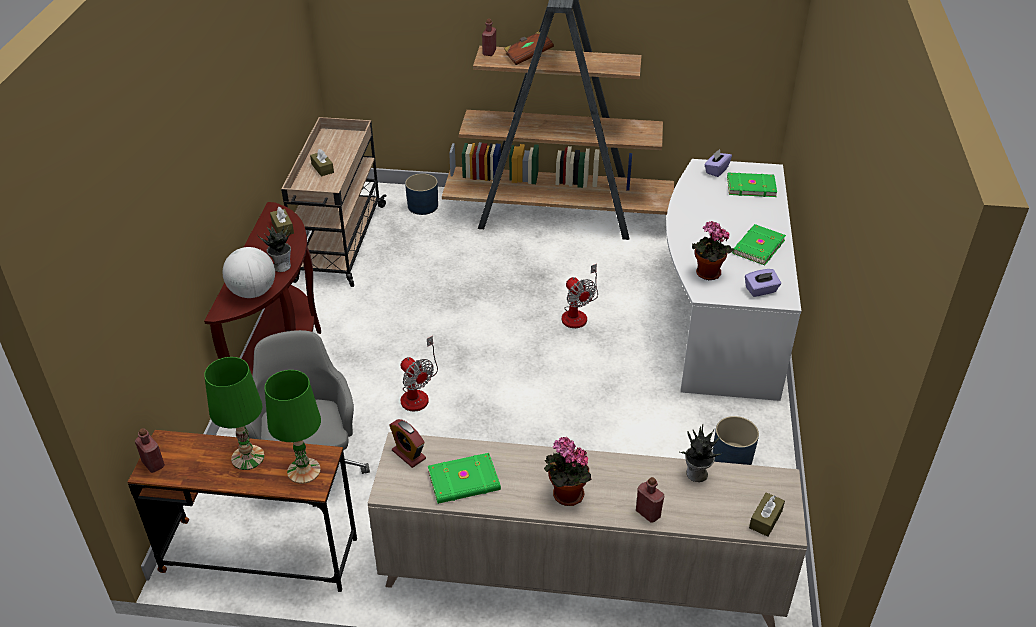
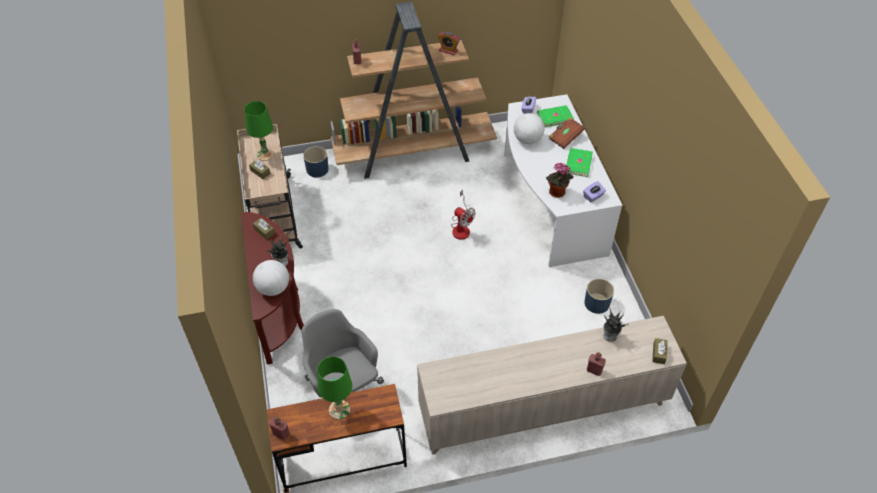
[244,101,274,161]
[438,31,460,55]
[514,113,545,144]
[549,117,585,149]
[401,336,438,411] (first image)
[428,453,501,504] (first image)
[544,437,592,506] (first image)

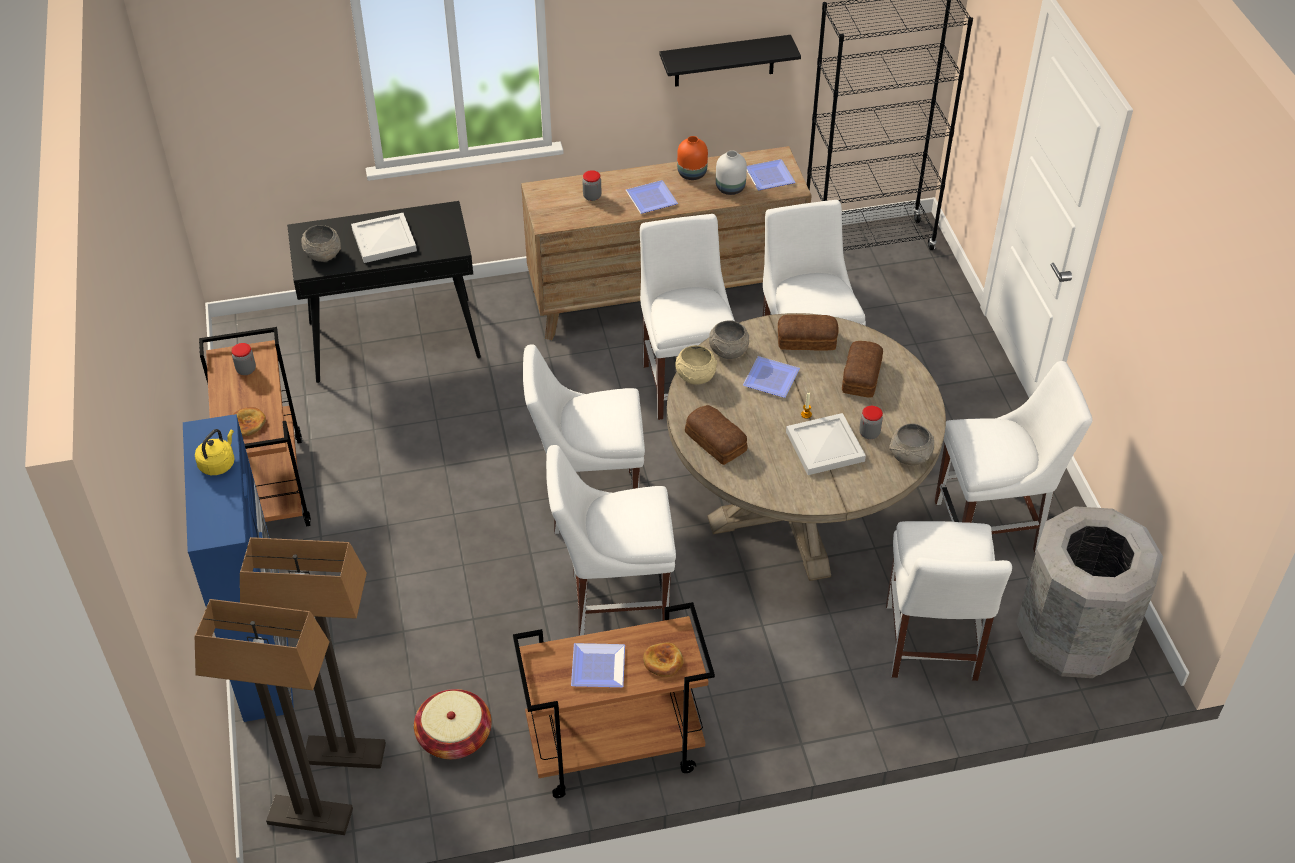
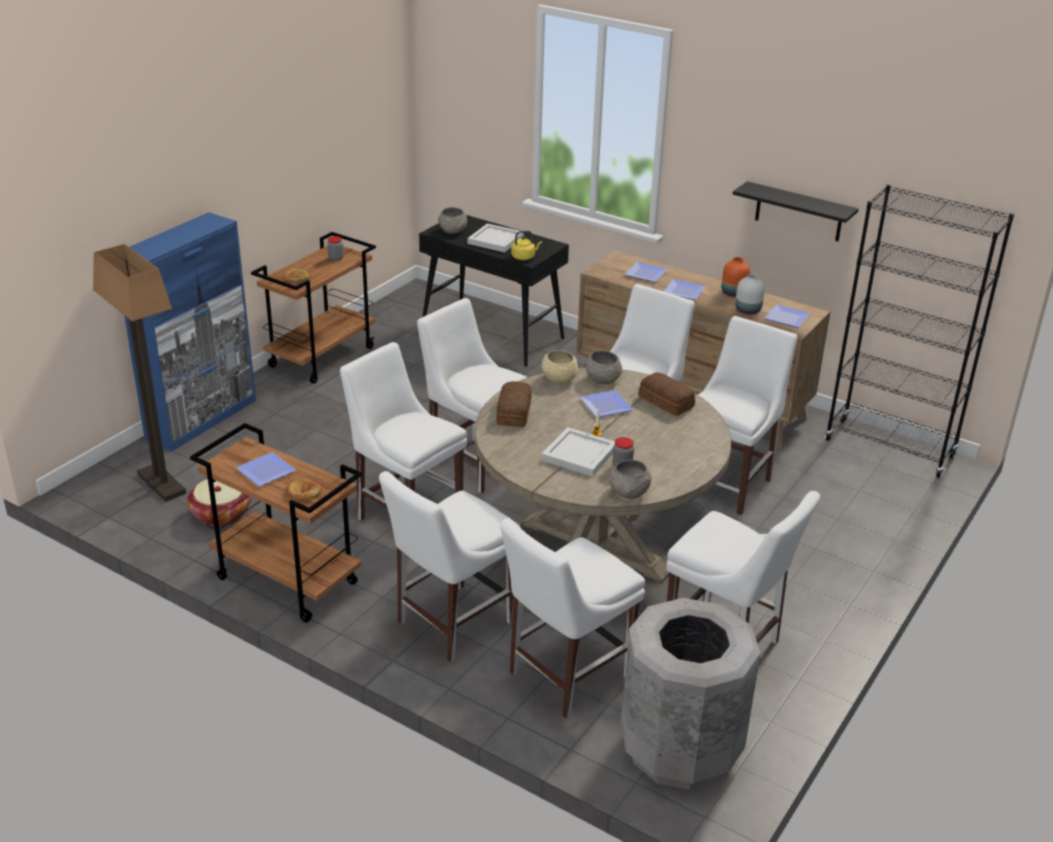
[379,471,521,662]
[511,230,542,260]
[624,262,668,282]
[195,599,353,835] (first image)
[842,341,883,397] (first image)

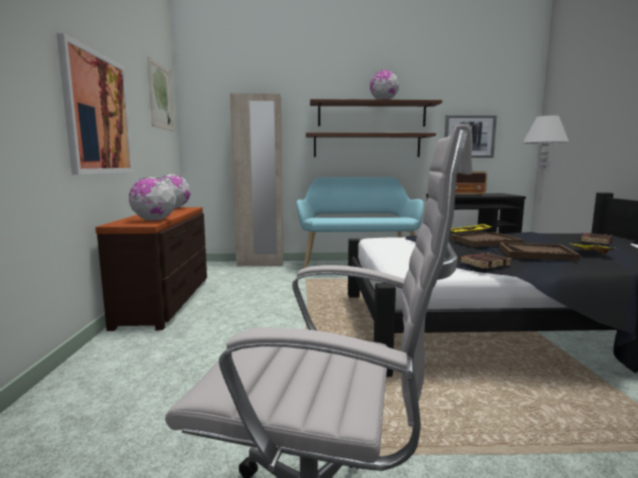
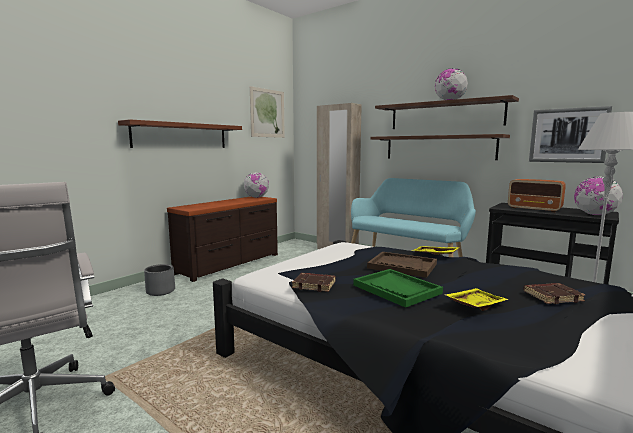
[118,119,242,148]
[144,264,175,296]
[353,269,443,308]
[574,176,623,215]

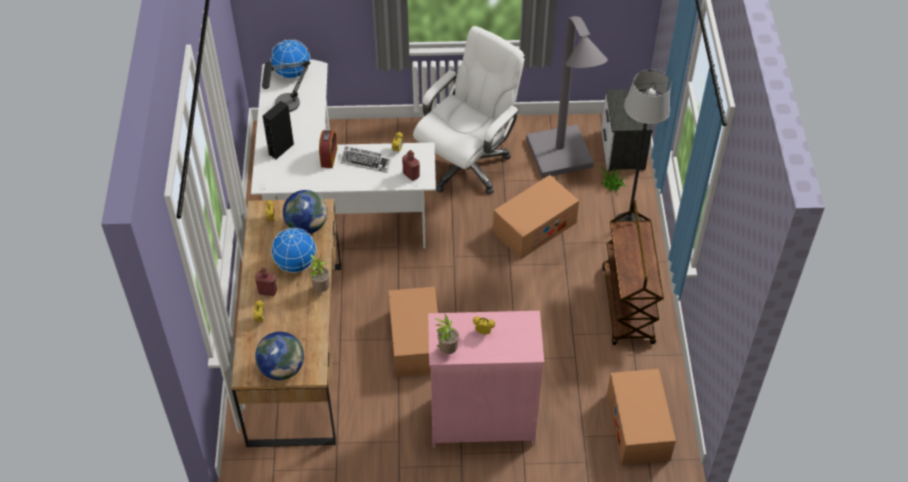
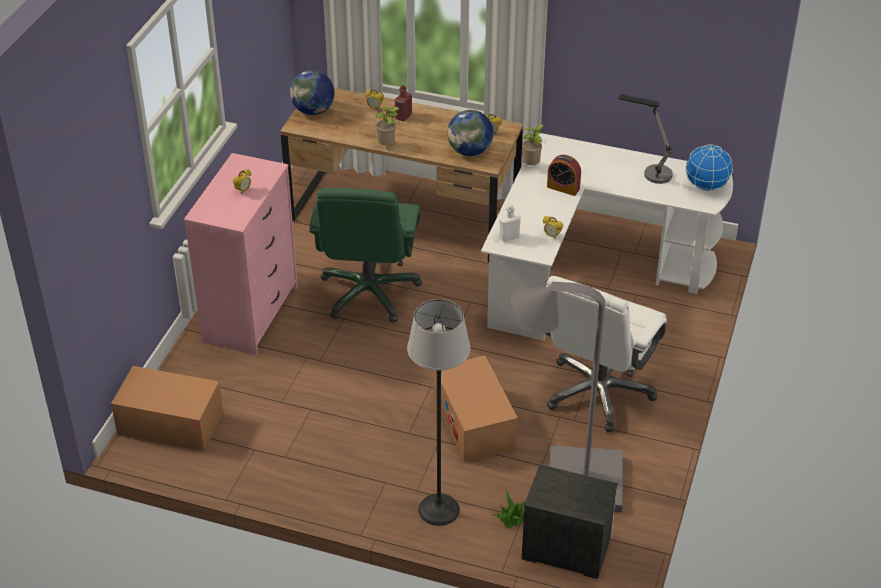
[309,188,422,323]
[499,204,521,242]
[522,124,545,165]
[545,276,667,432]
[262,101,294,159] (first image)
[271,228,317,273] (first image)
[341,146,392,173] (first image)
[602,200,664,345] (first image)

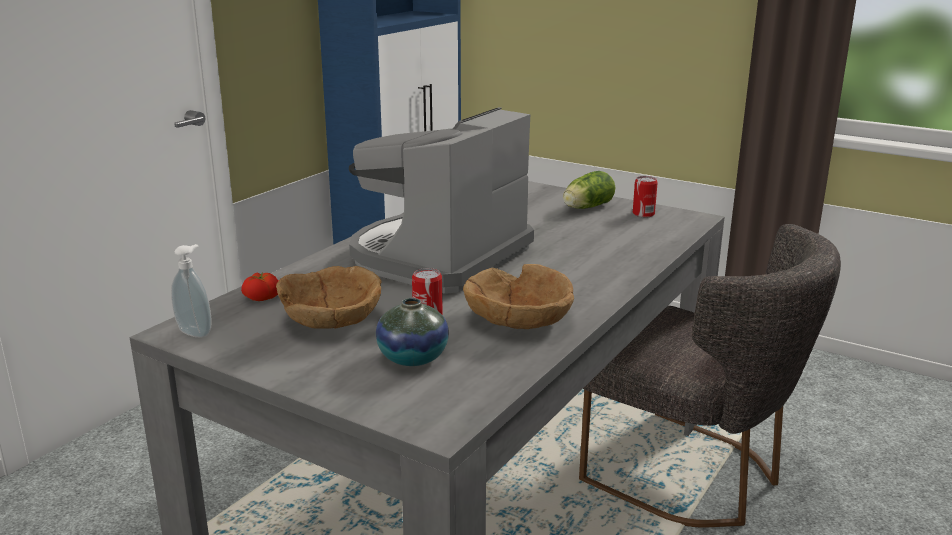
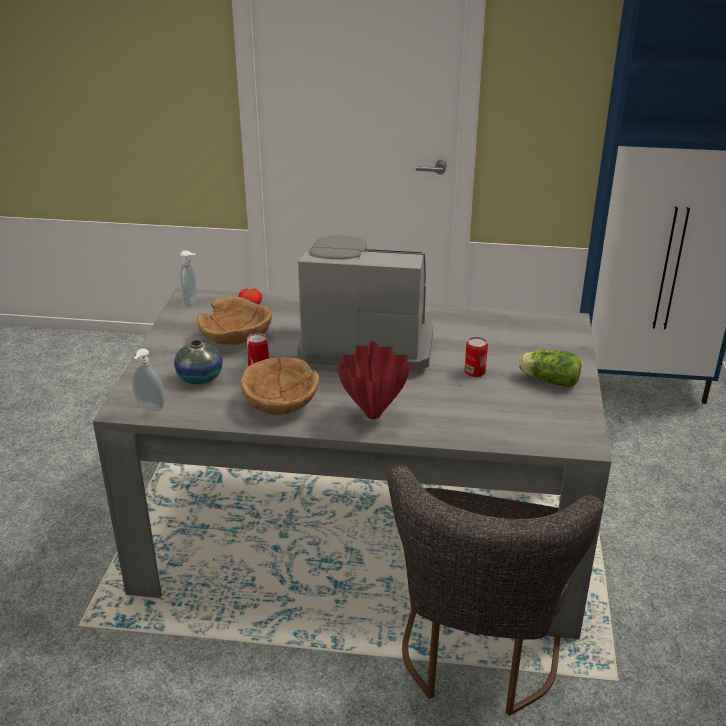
[132,348,165,412]
[337,341,411,419]
[465,337,488,377]

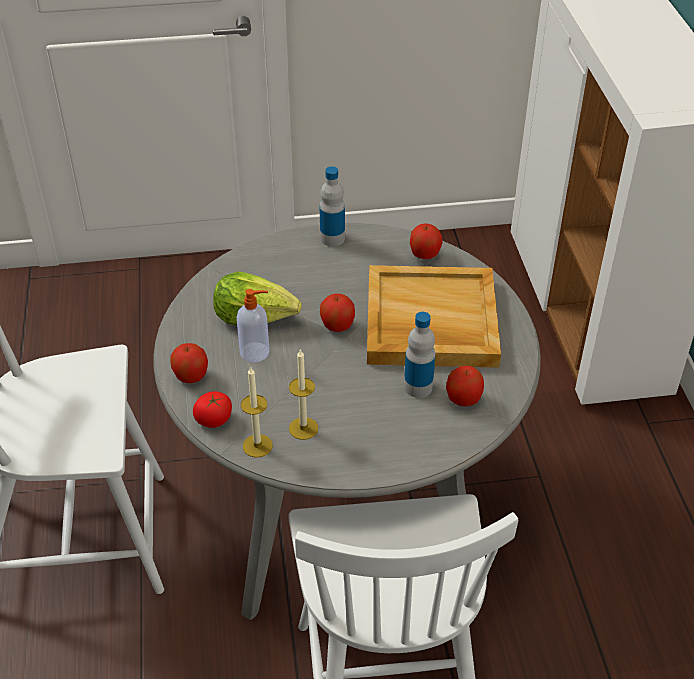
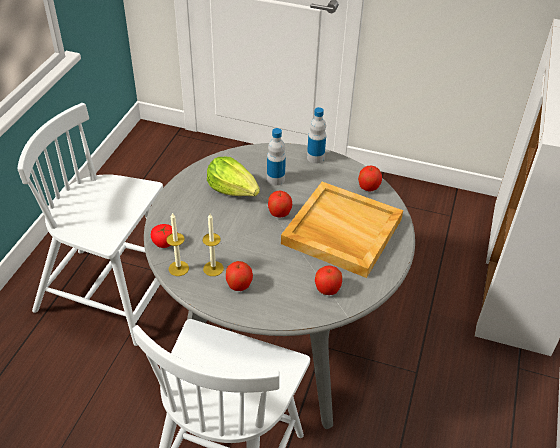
[226,261,253,291]
[267,128,286,185]
[237,289,269,362] (first image)

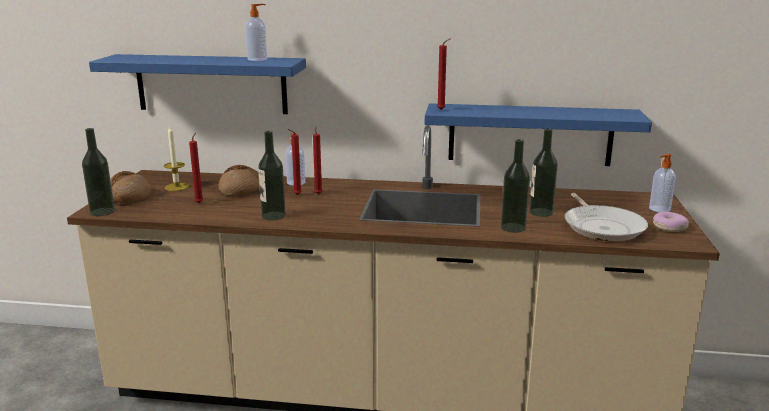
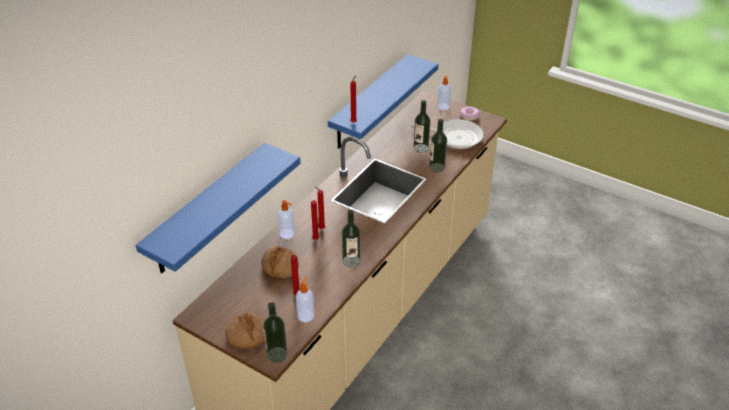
[296,276,314,322]
[164,126,189,191] (first image)

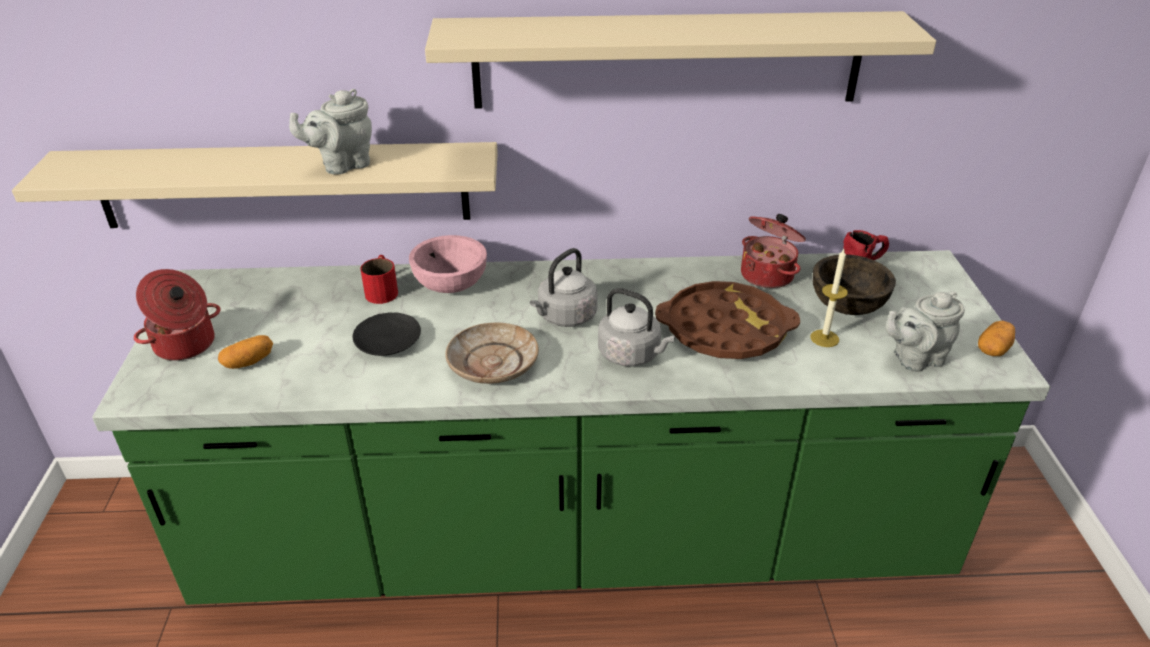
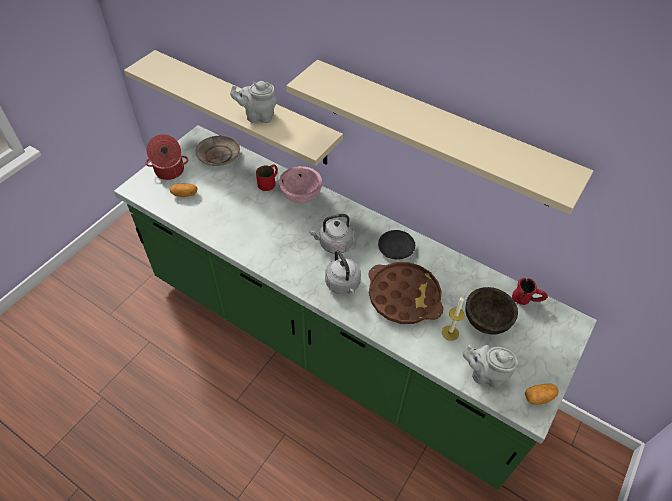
[196,136,240,166]
[378,230,415,260]
[741,214,806,288] (first image)

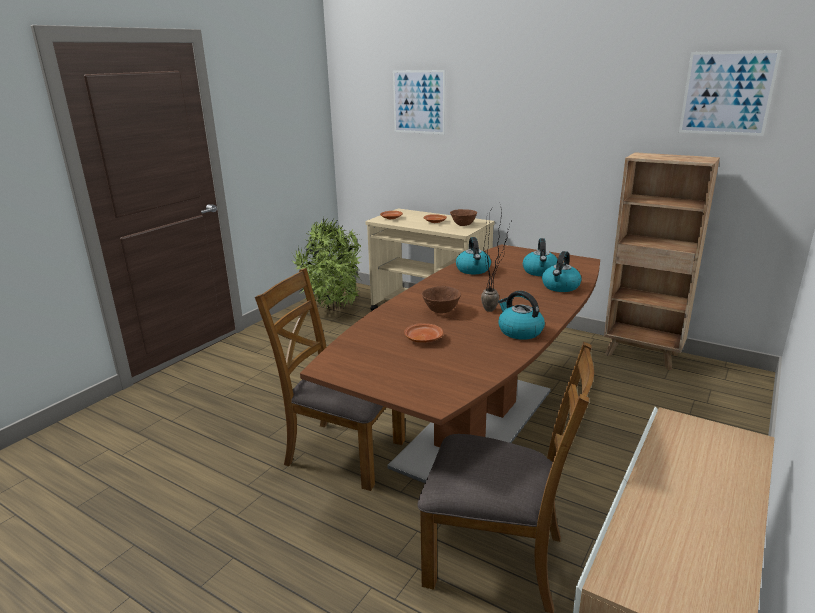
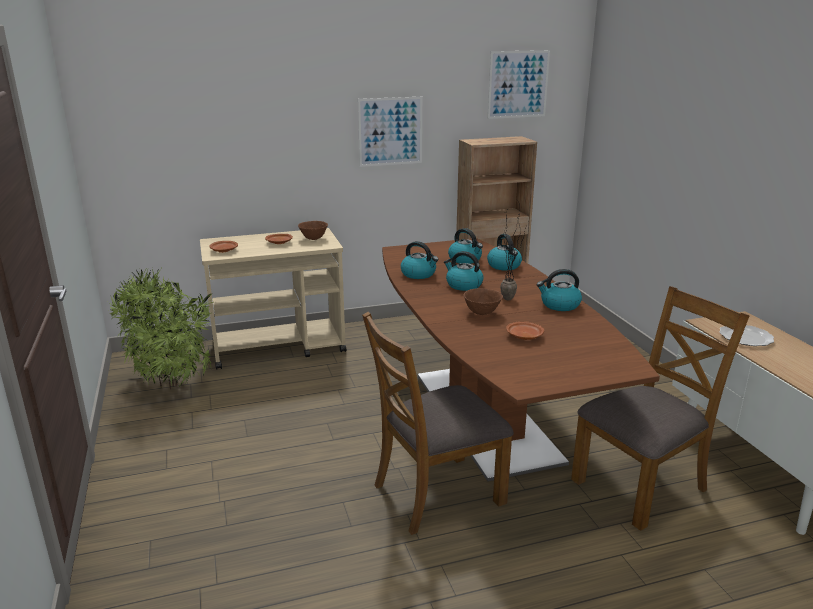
[358,97,422,167]
[444,251,484,291]
[719,325,774,346]

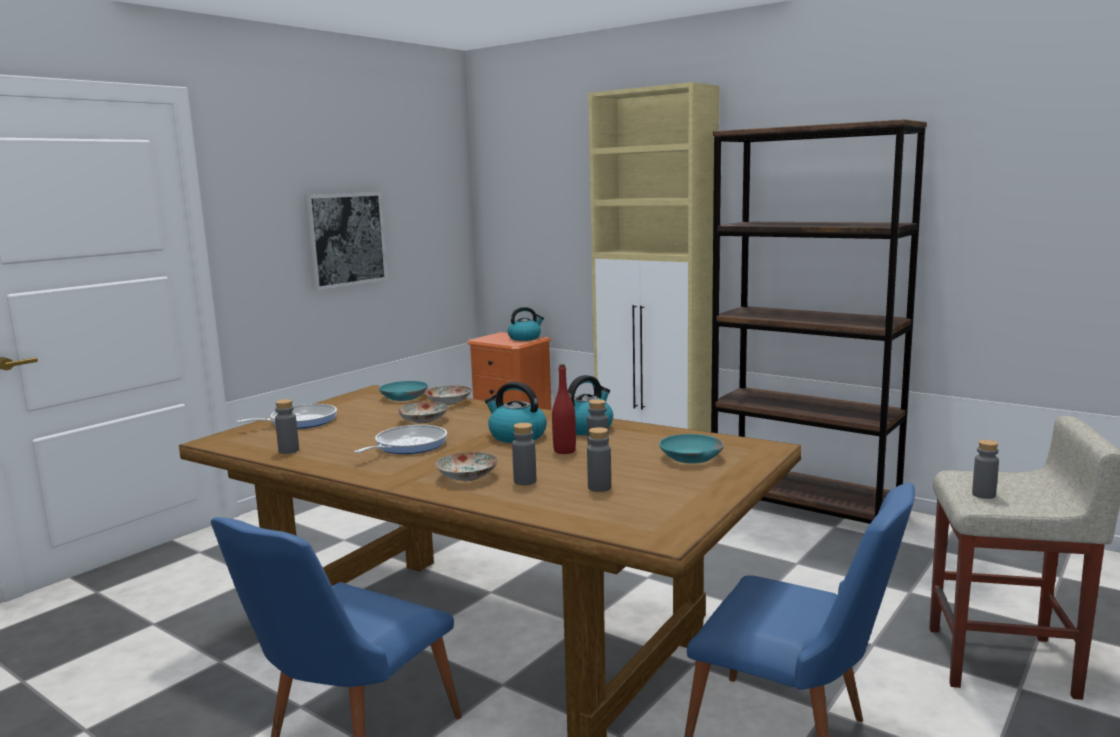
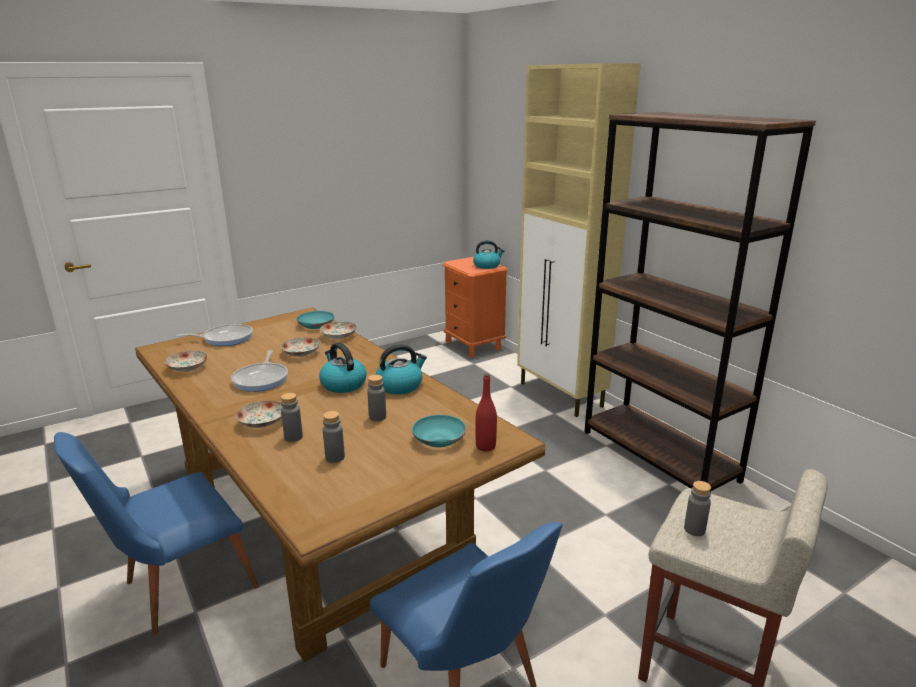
[164,351,208,372]
[231,350,288,392]
[475,374,497,451]
[304,192,388,290] (first image)

